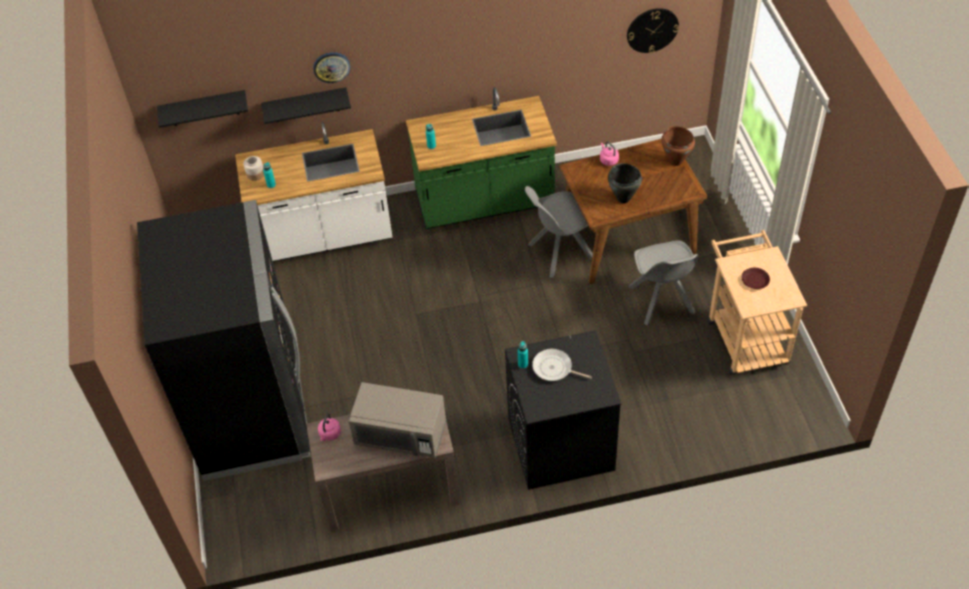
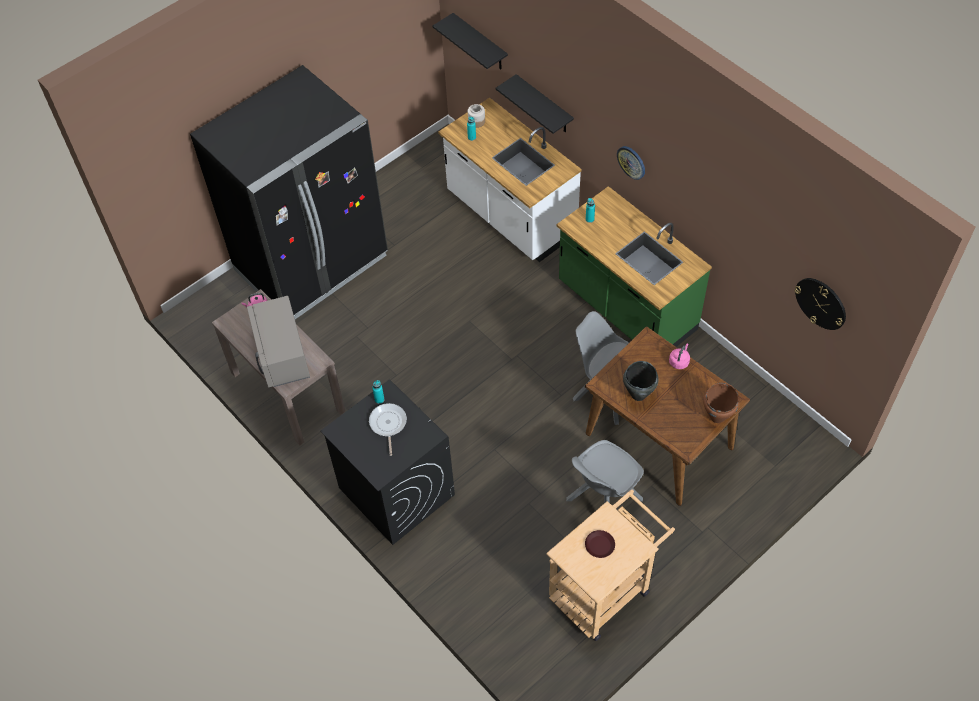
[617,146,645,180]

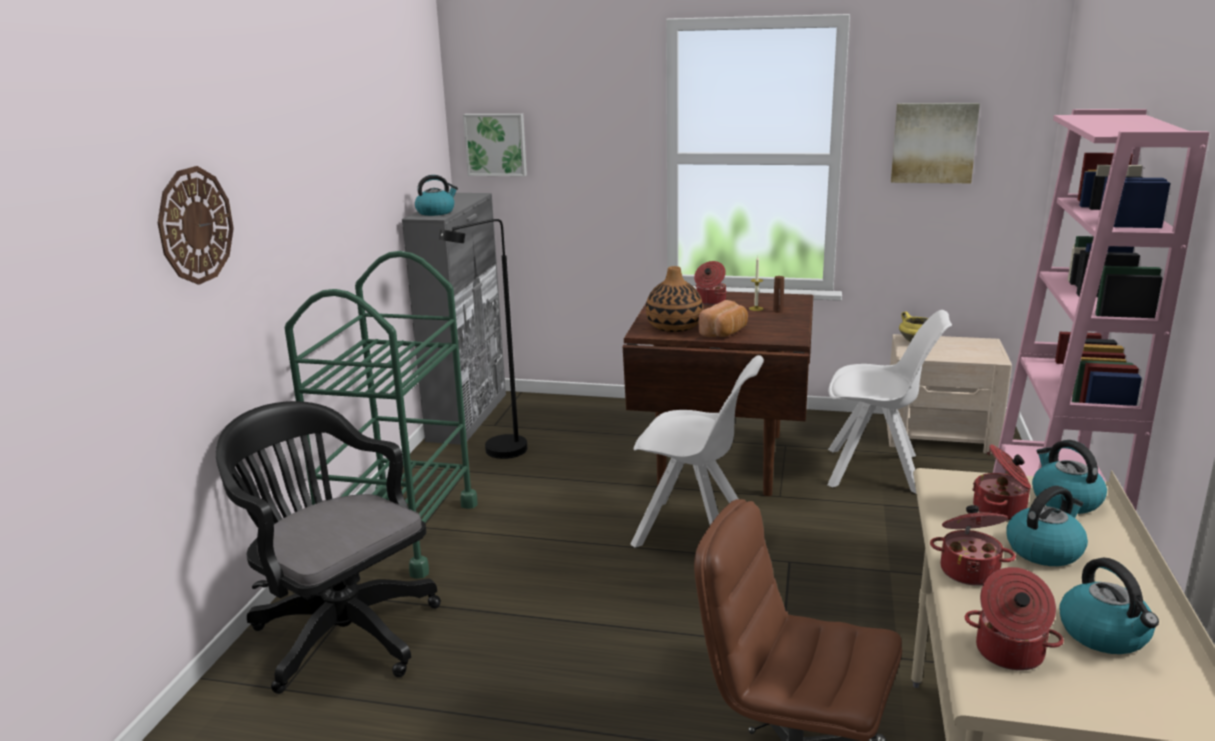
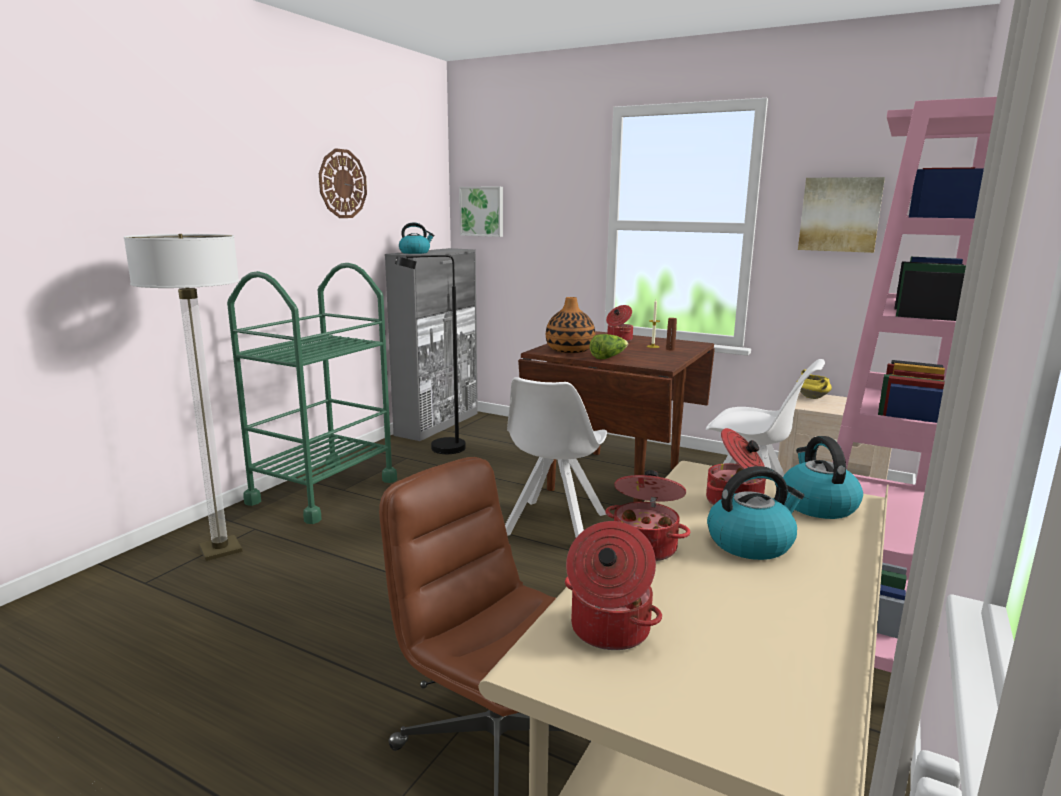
[124,234,242,561]
[319,148,367,218]
[505,377,607,537]
[590,334,628,359]
[1059,558,1159,654] (first image)

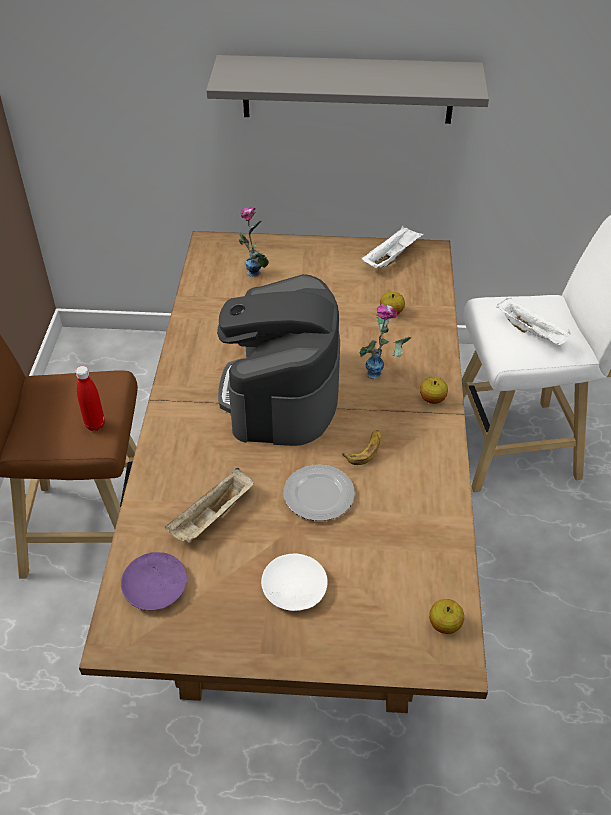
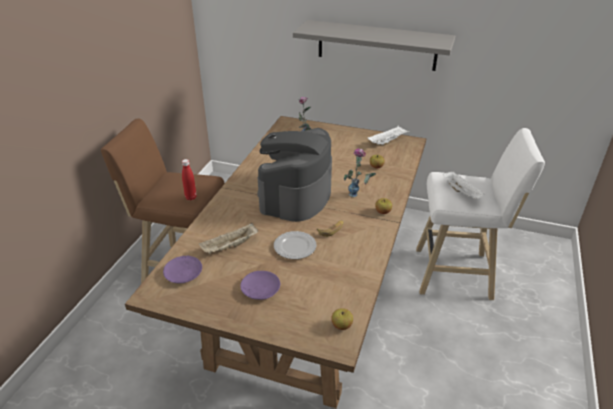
[240,271,280,300]

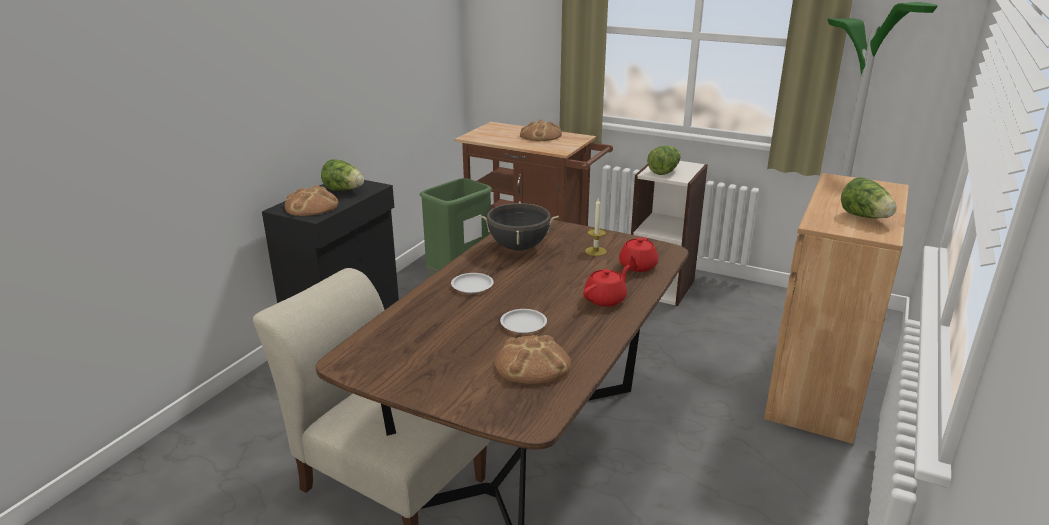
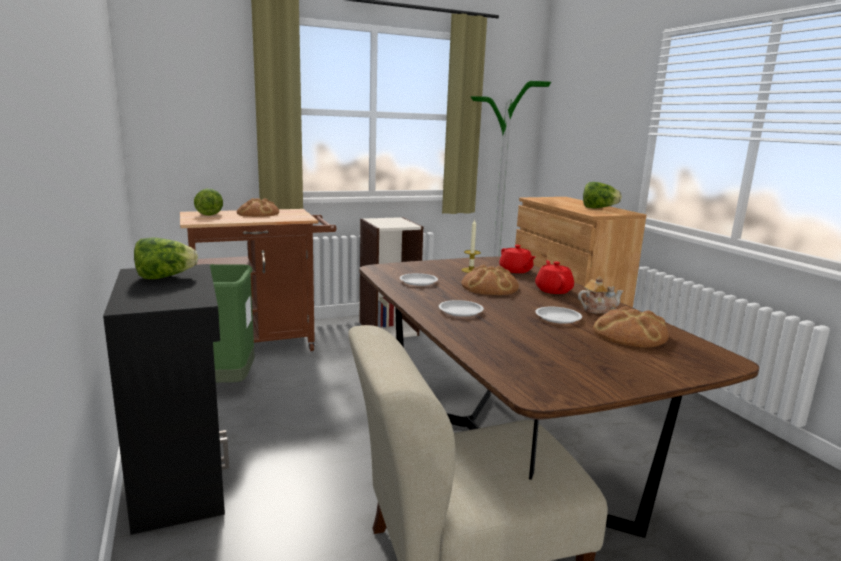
[194,188,223,216]
[400,273,438,286]
[461,265,519,295]
[578,276,624,313]

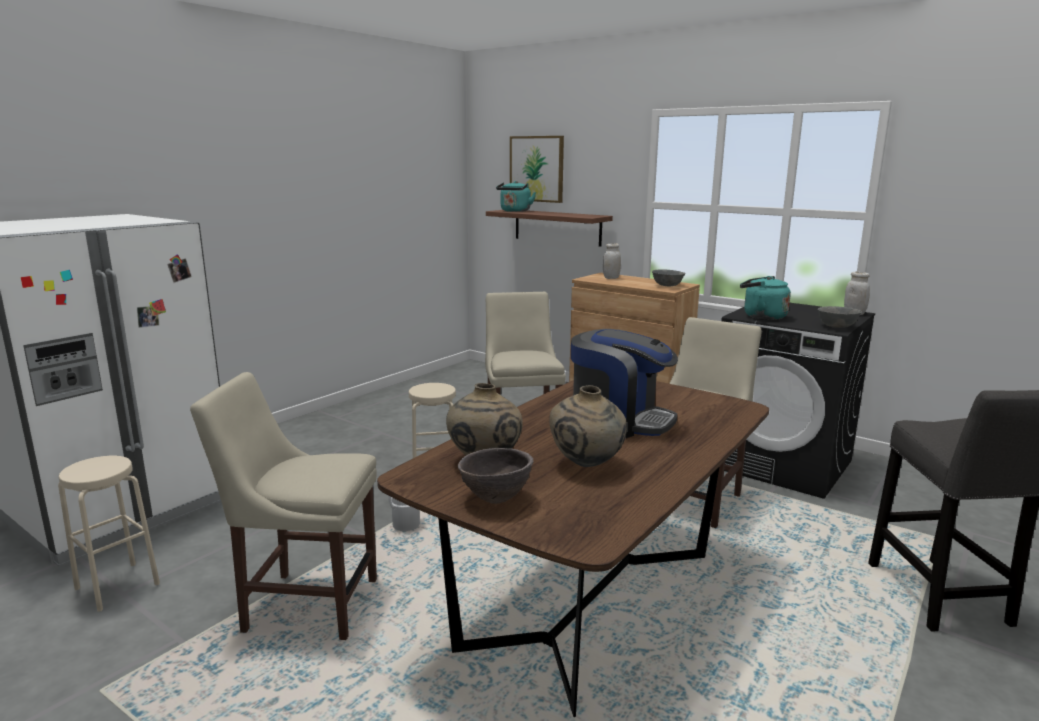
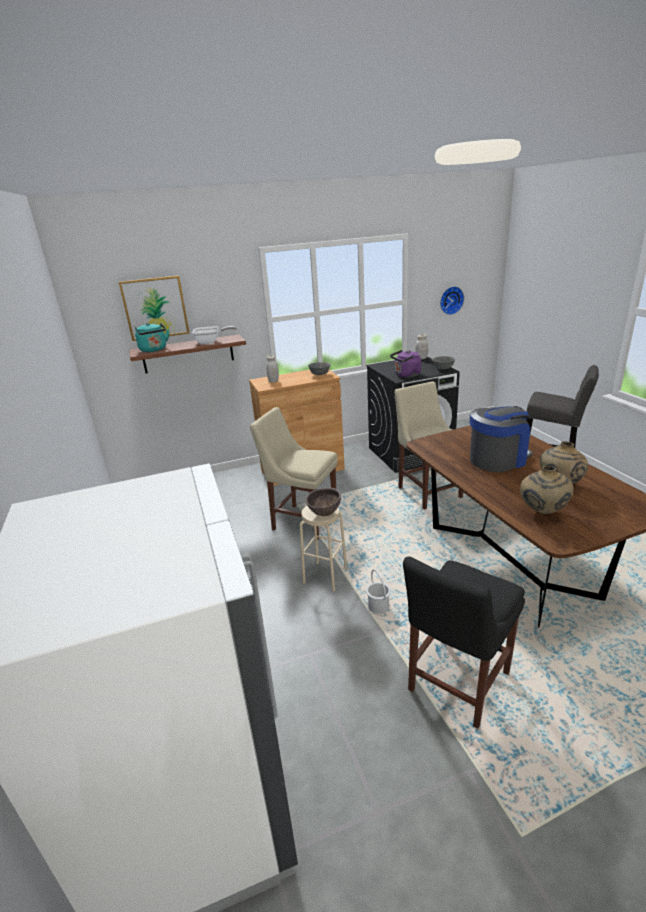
[192,326,237,344]
[305,488,341,516]
[390,350,421,378]
[403,556,525,729]
[440,286,464,315]
[58,456,160,612] (first image)

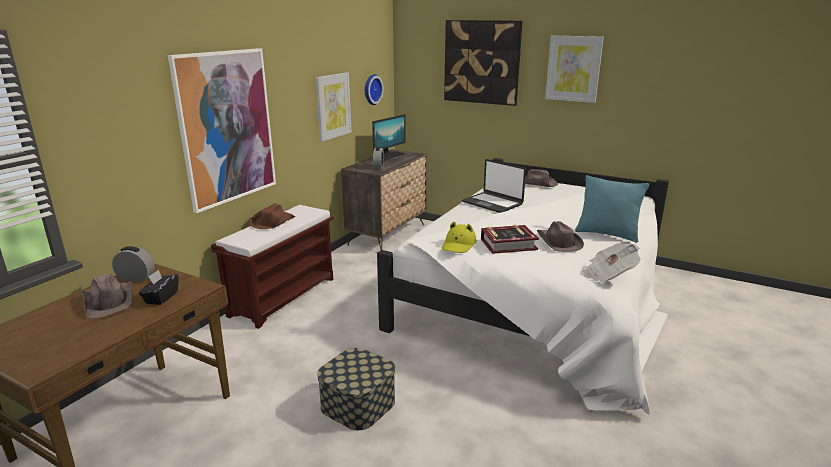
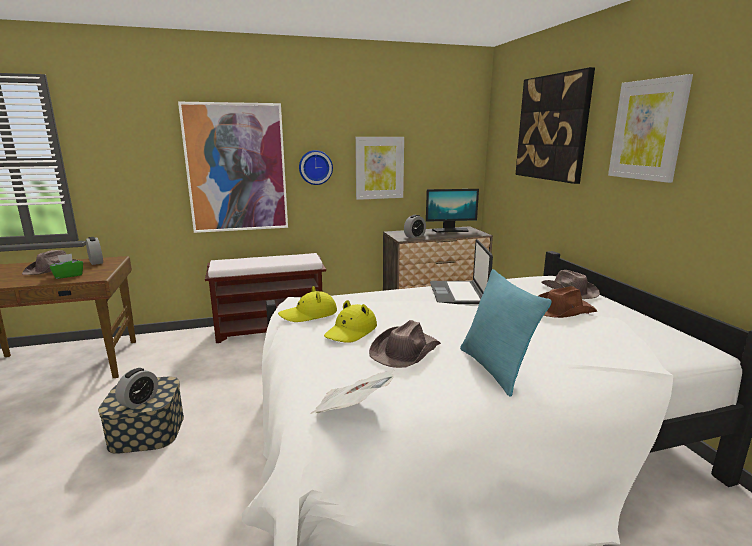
[49,254,83,279]
[115,368,158,409]
[299,150,333,185]
[324,300,377,343]
[539,286,598,318]

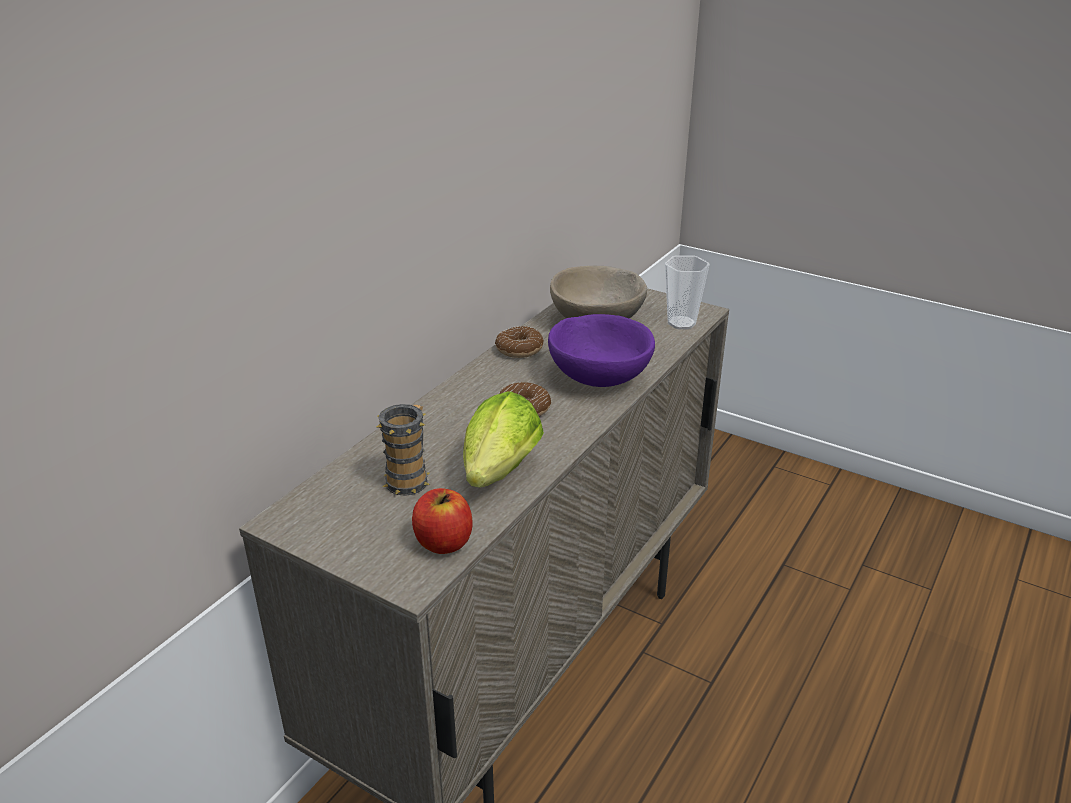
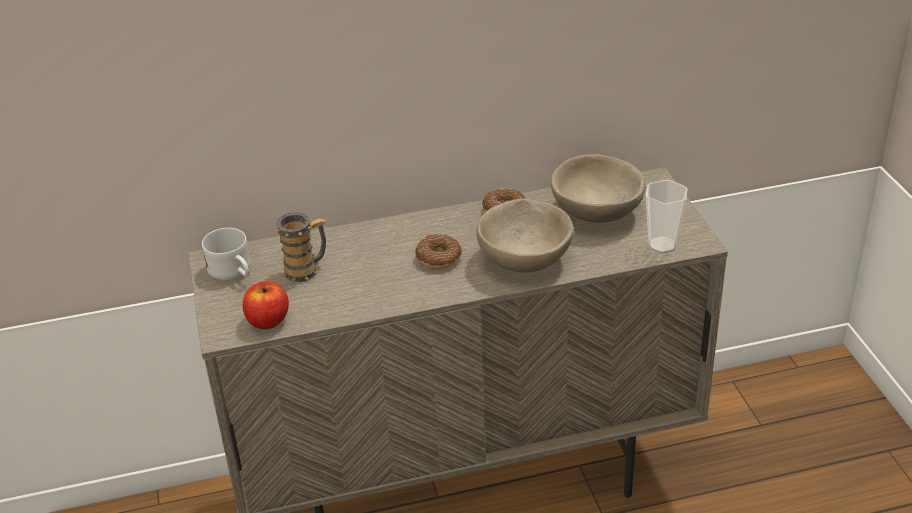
[202,228,251,281]
[476,199,574,273]
[463,391,544,488] (first image)

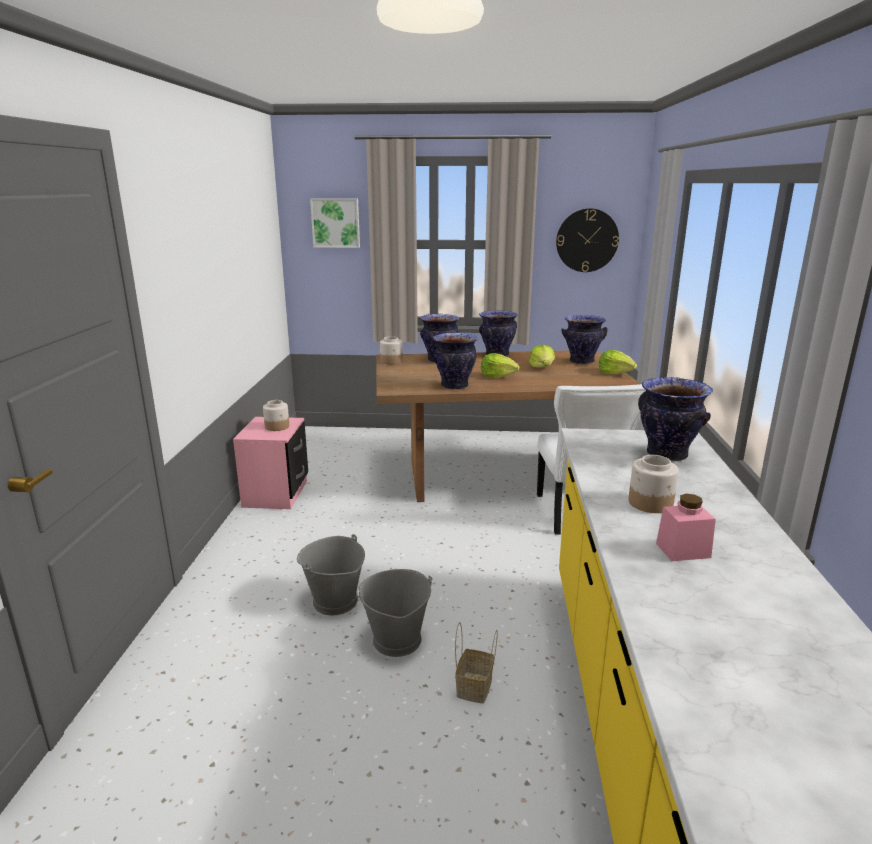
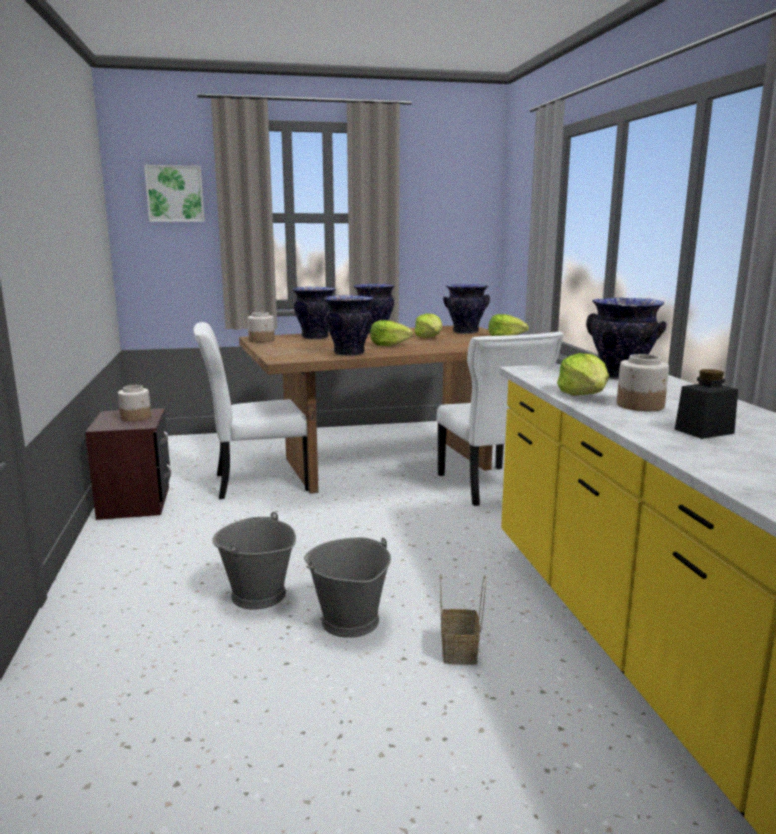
[85,408,171,520]
[194,322,308,499]
[557,353,609,396]
[675,369,738,439]
[556,208,619,272] (first image)

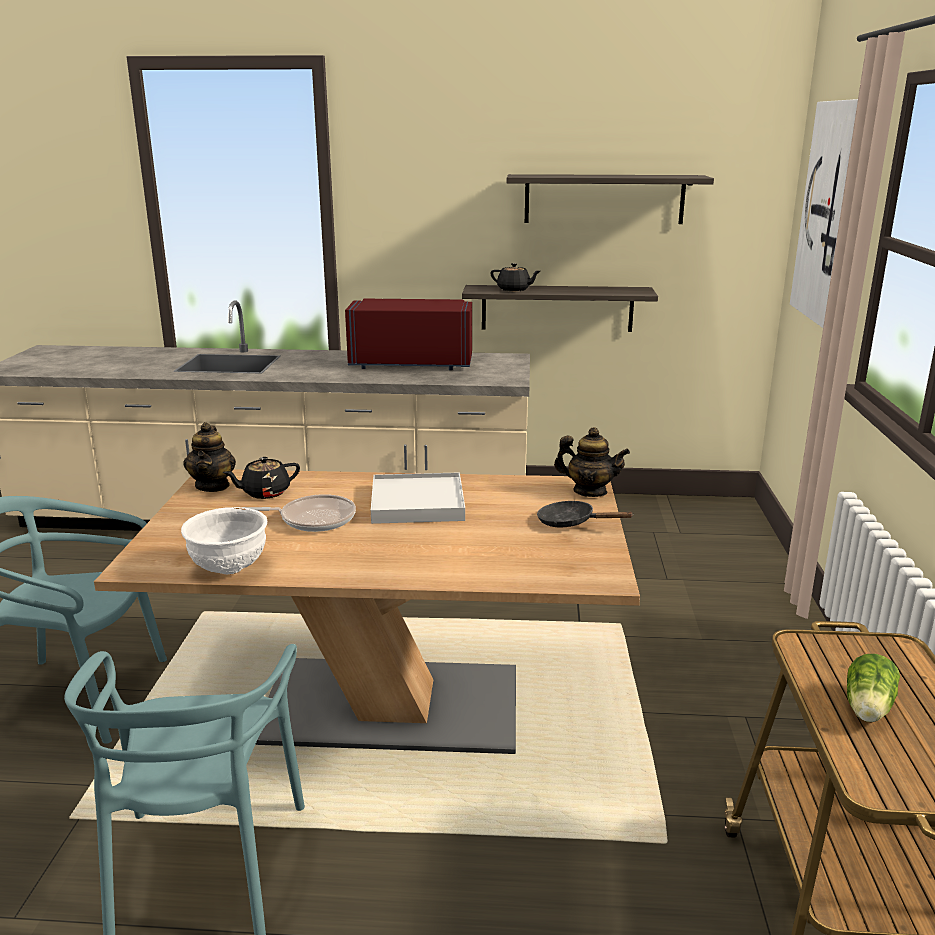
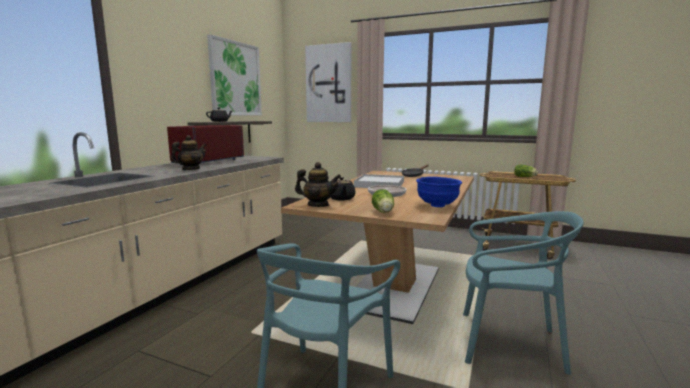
[171,135,207,170]
[207,34,262,115]
[372,189,394,213]
[416,177,462,207]

